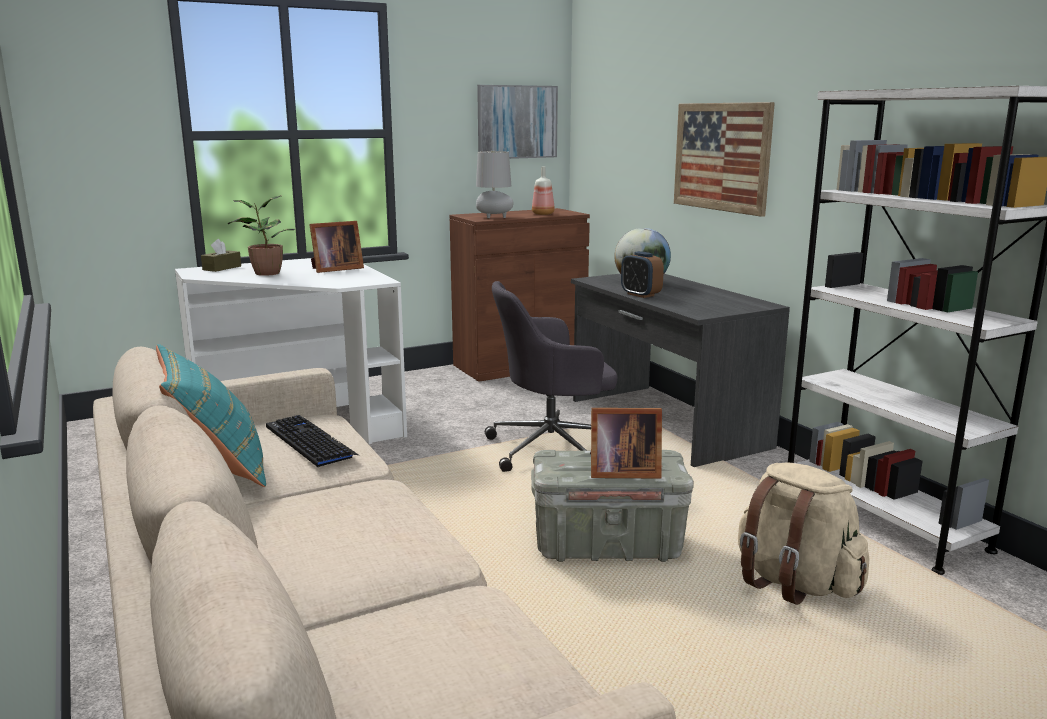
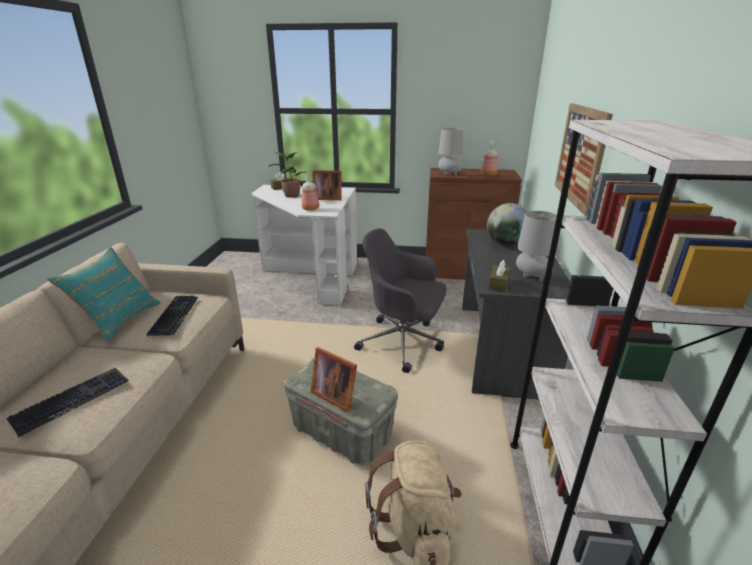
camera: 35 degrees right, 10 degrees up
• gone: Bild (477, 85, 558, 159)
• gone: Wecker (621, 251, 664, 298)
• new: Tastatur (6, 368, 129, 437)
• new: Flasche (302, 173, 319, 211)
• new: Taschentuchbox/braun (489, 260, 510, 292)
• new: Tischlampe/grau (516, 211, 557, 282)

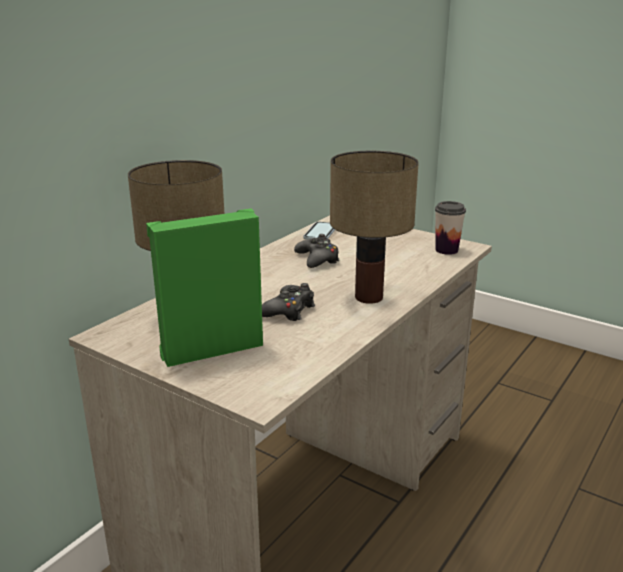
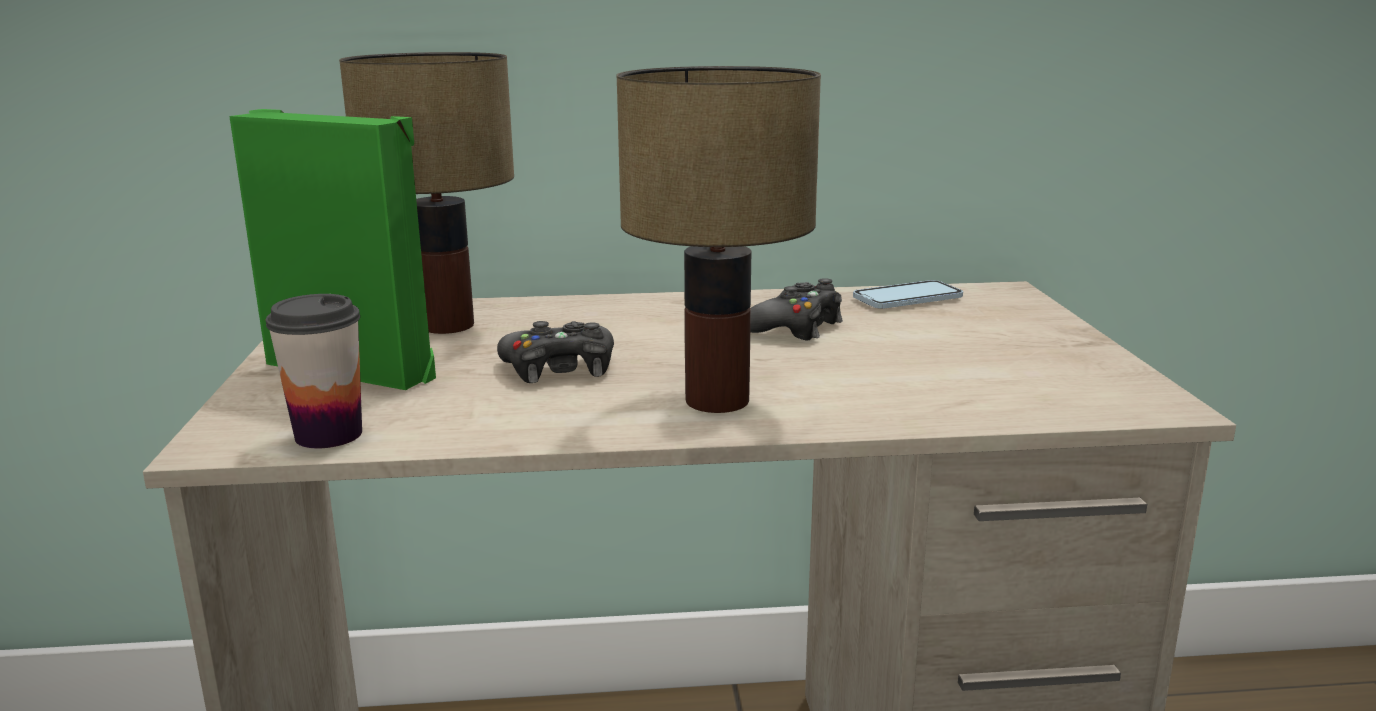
camera: 50 degrees right, 5 degrees down
• shifted: Tasse (435, 201, 466, 255) to (266, 294, 362, 448)

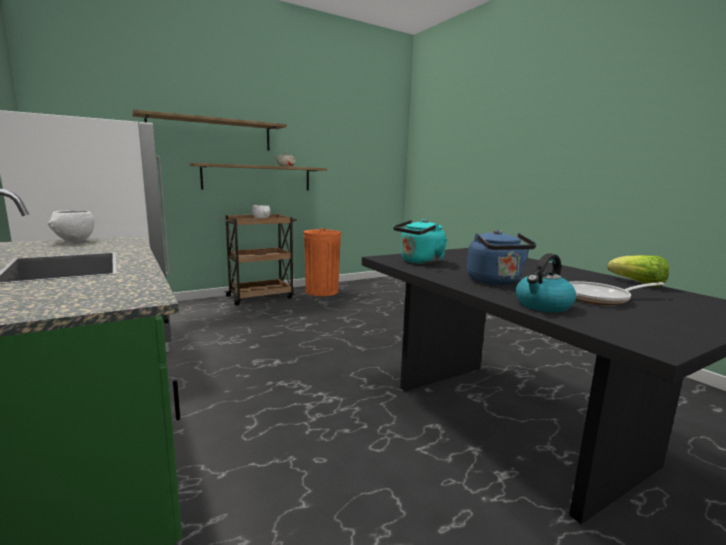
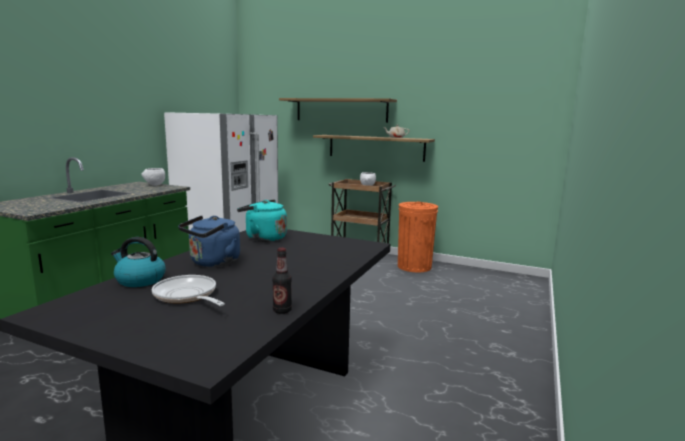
camera: 55 degrees right, 0 degrees up
• swapped: Salatkopf (607, 255, 669, 287) to Flasche (272, 248, 292, 314)

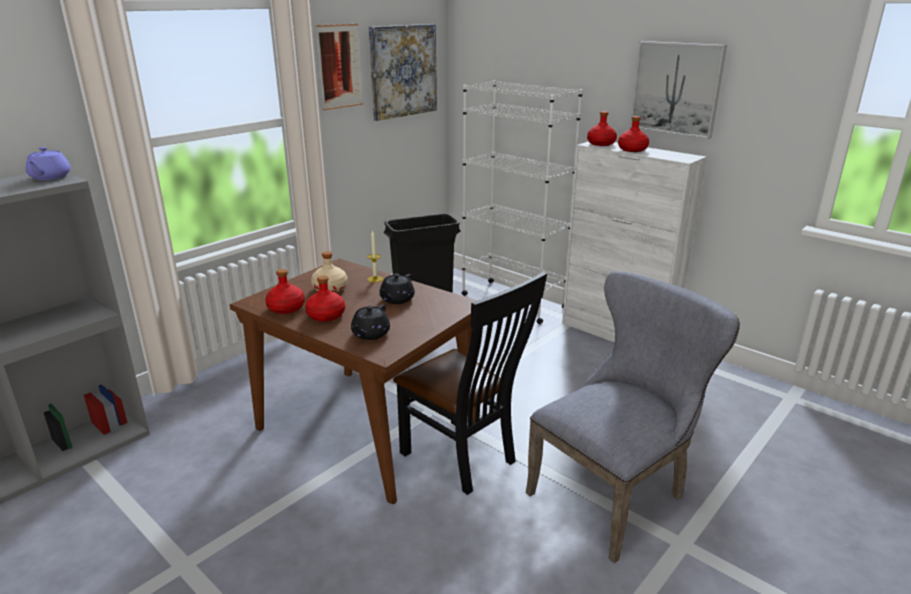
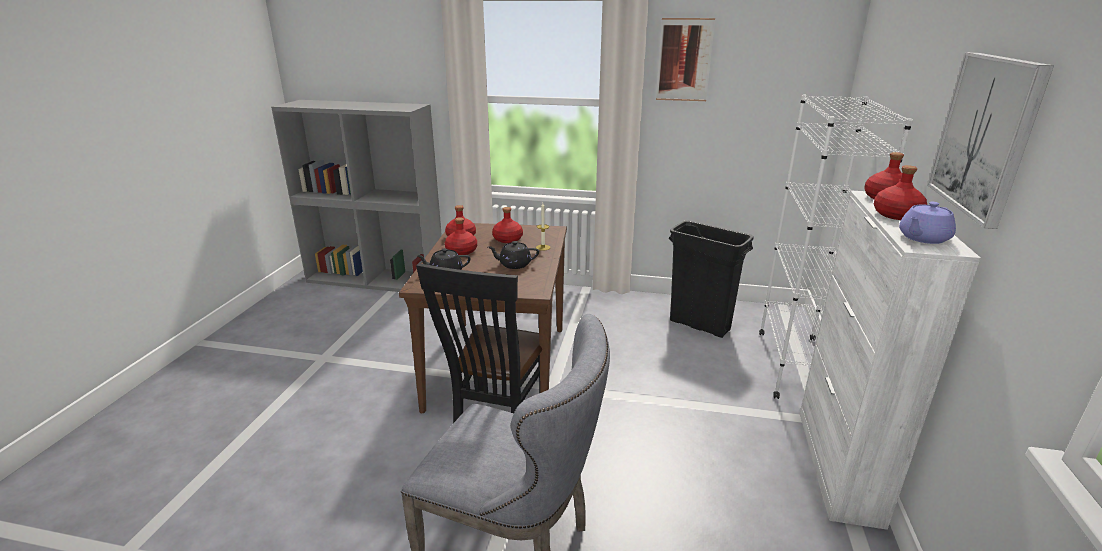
camera: 60 degrees right, 0 degrees up
• shifted: Teekanne/lila (26, 147, 71, 180) to (899, 202, 956, 244)
• repainted: Flasche/beige (311, 251, 348, 293) to Flasche/rot (492, 207, 523, 243)
• gone: Bild (369, 24, 437, 121)

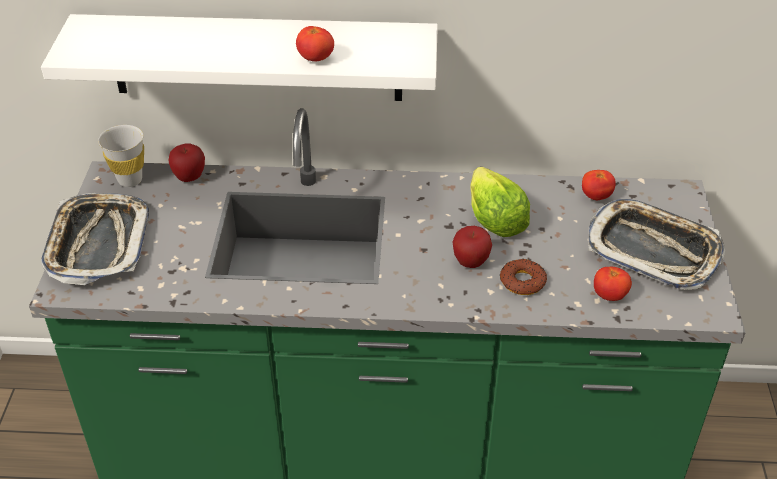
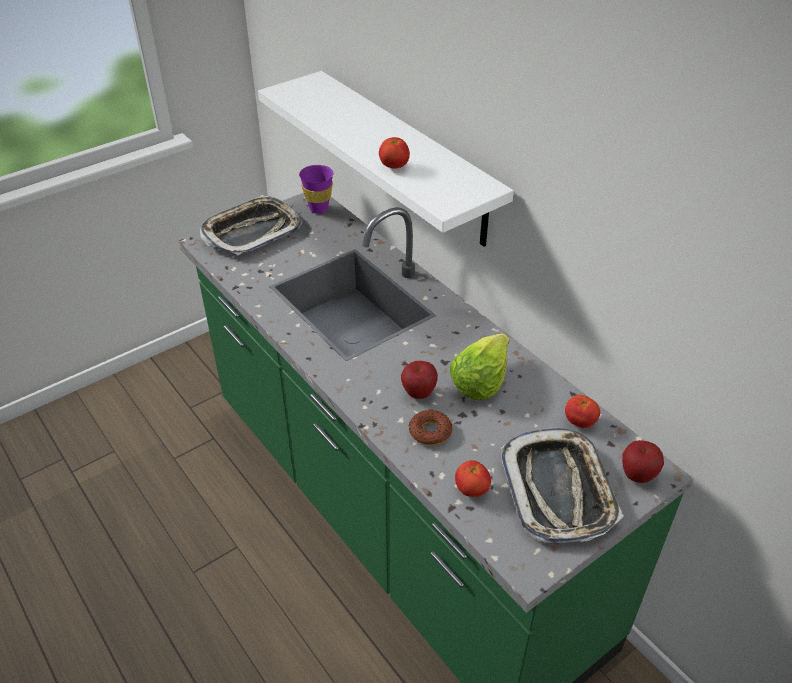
camera: 50 degrees right, 0 degrees up
• repainted: Tasse/weiß (98, 125, 144, 187) to Tasse/lila (299, 165, 333, 214)
• shifted: Apfel (168, 144, 205, 182) to (622, 440, 664, 483)

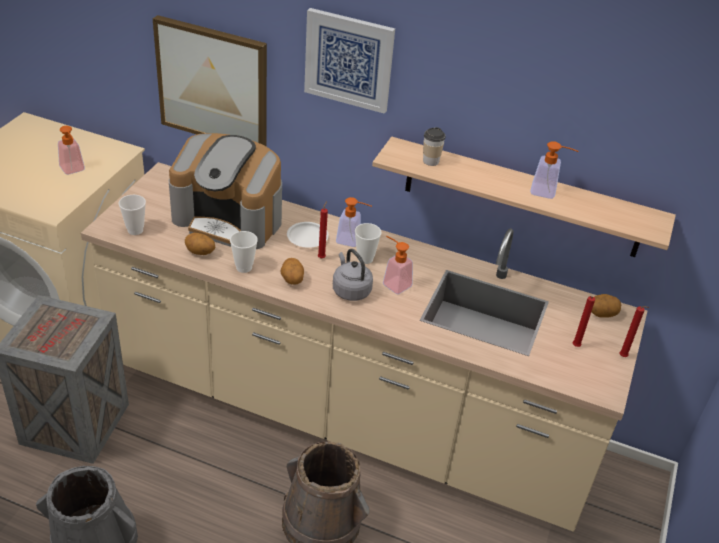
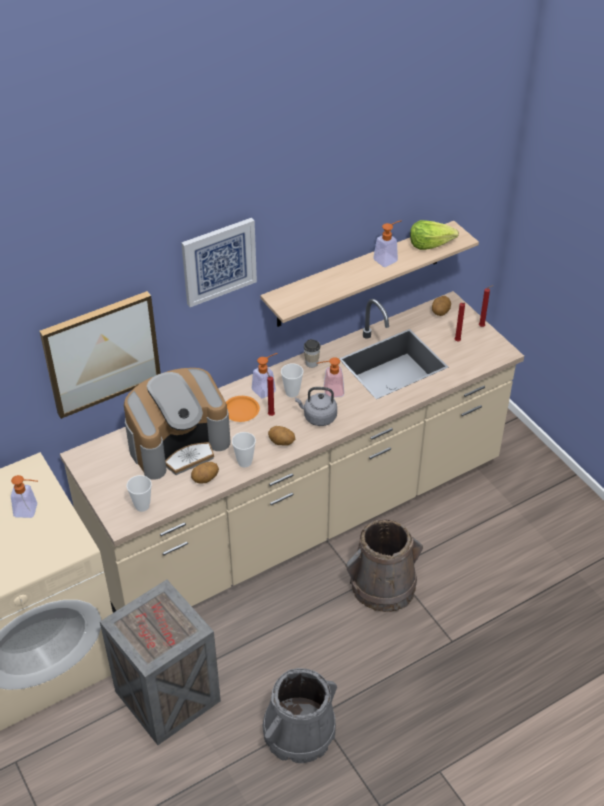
camera: 50 degrees left, 5 degrees up
• repainted: Teller/weiß (287, 222, 329, 248) to Teller/orange (226, 396, 260, 422)
• shifted: Tasse (423, 127, 446, 166) to (304, 339, 320, 368)
• new: Salatkopf (410, 220, 459, 250)

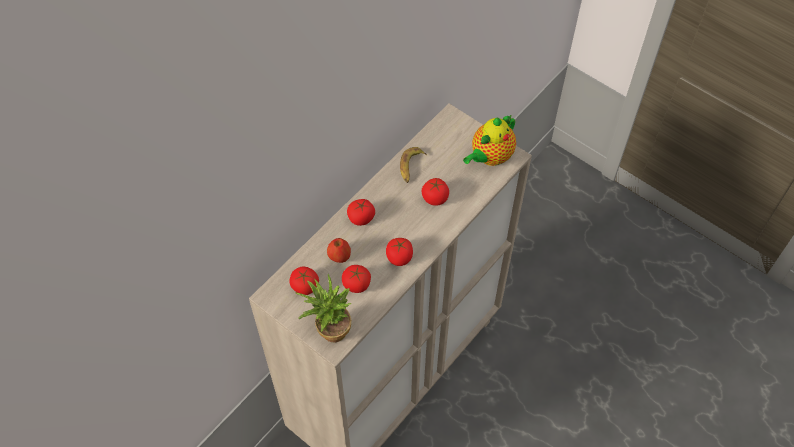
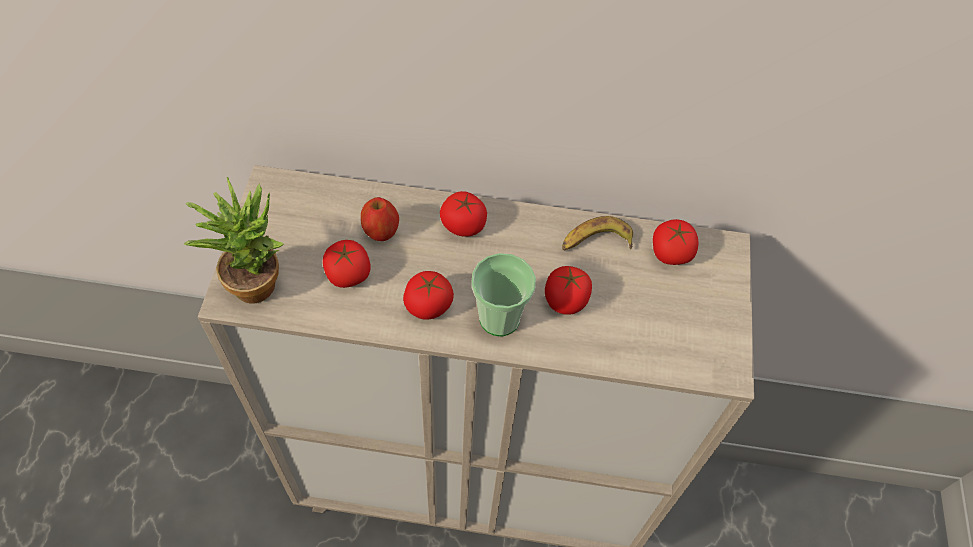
camera: 55 degrees right, 0 degrees up
• shifted: Tomate (289, 266, 319, 295) to (653, 219, 699, 265)
• gone: Teekanne (463, 114, 516, 166)
• new: Tasse (471, 253, 536, 337)

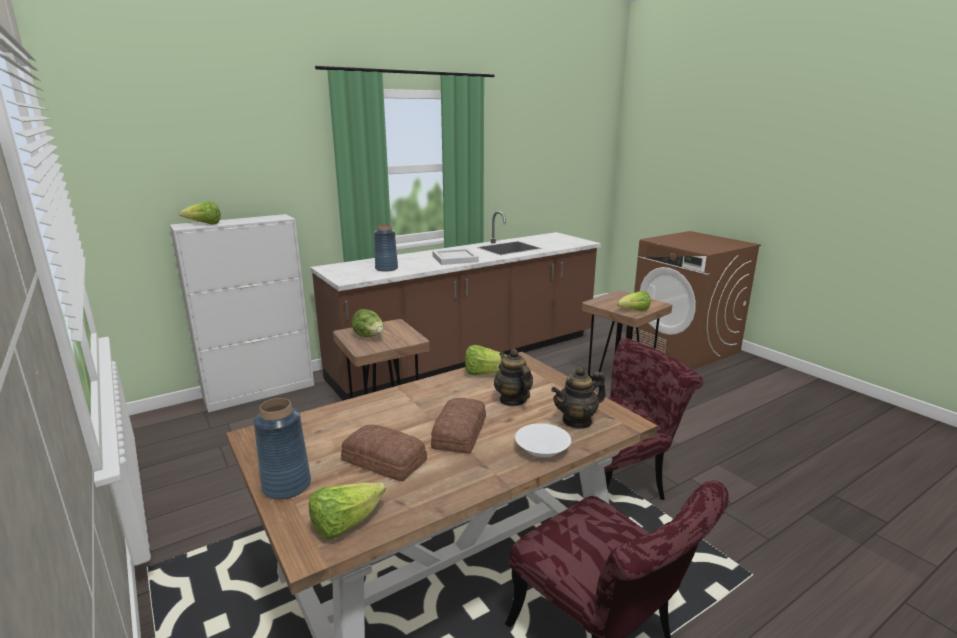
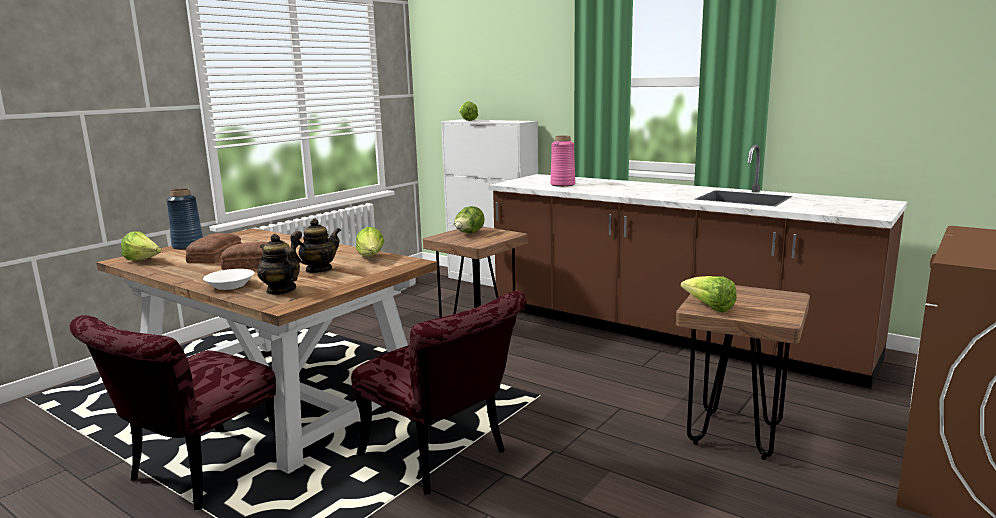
camera: 70 degrees right, 5 degrees down
• repainted: Vase/blau (374, 224, 398, 272) to Vase/rosa (550, 136, 575, 187)
• gone: Tablett/weiß (433, 248, 479, 265)

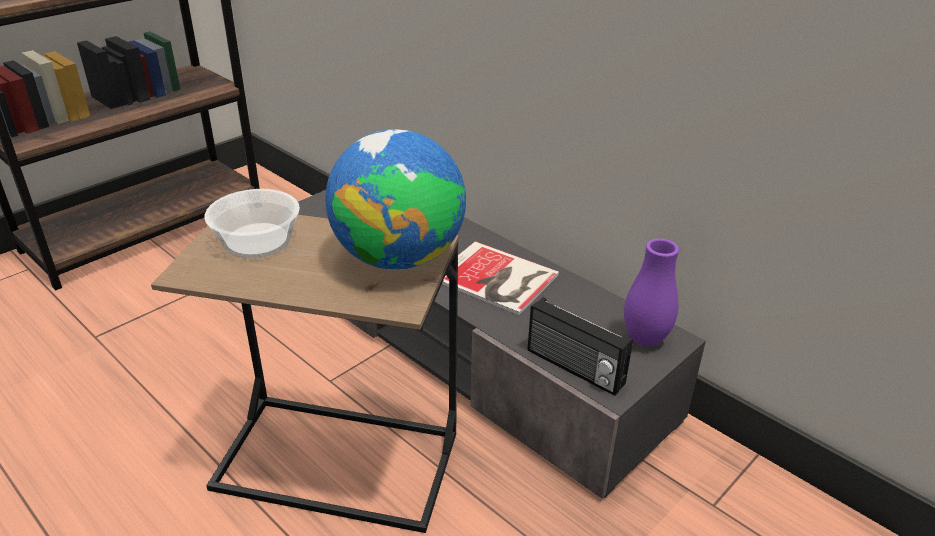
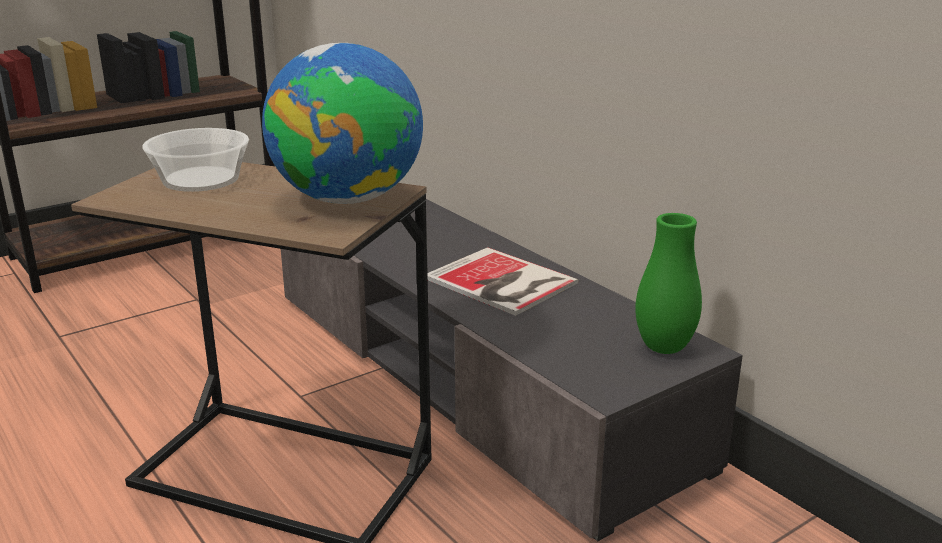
camera: 10 degrees right, 10 degrees down
• gone: Radio (528, 297, 633, 396)
• repainted: Vase/lila (624, 238, 679, 346) to Vase/grün (635, 213, 702, 354)

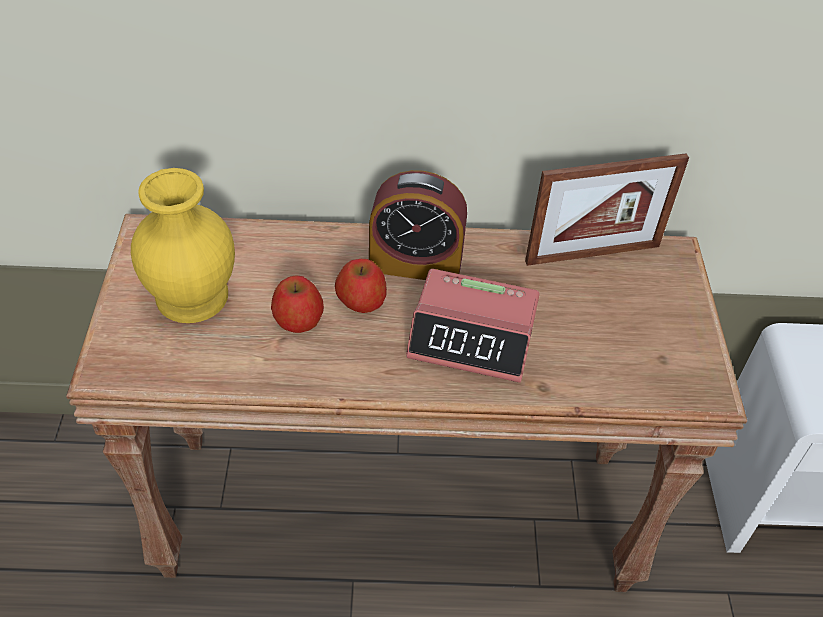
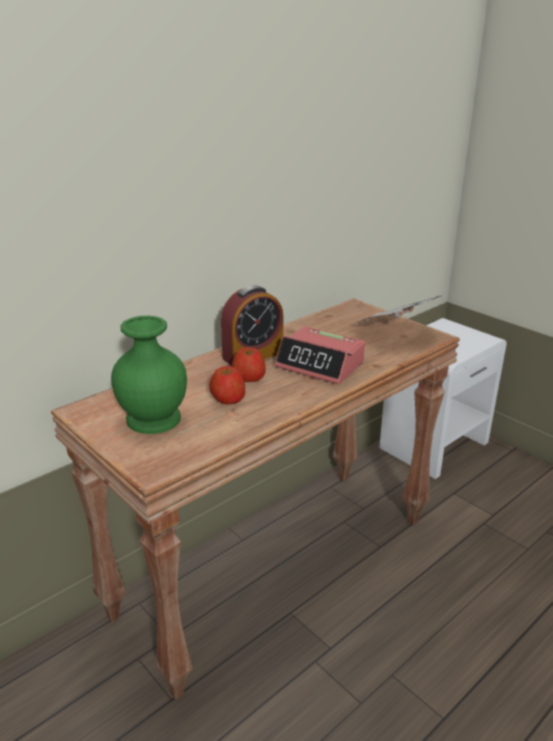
camera: 40 degrees left, 20 degrees down
• repainted: Vase/gelb (131, 168, 235, 323) to Vase/grün (111, 316, 187, 434)
• rotated: Wecker (406, 269, 540, 383) = (275, 326, 365, 384) 60 degrees clockwise
• gone: Bilderrahmen (525, 153, 689, 266)
• new: Zeitung (356, 296, 441, 323)

